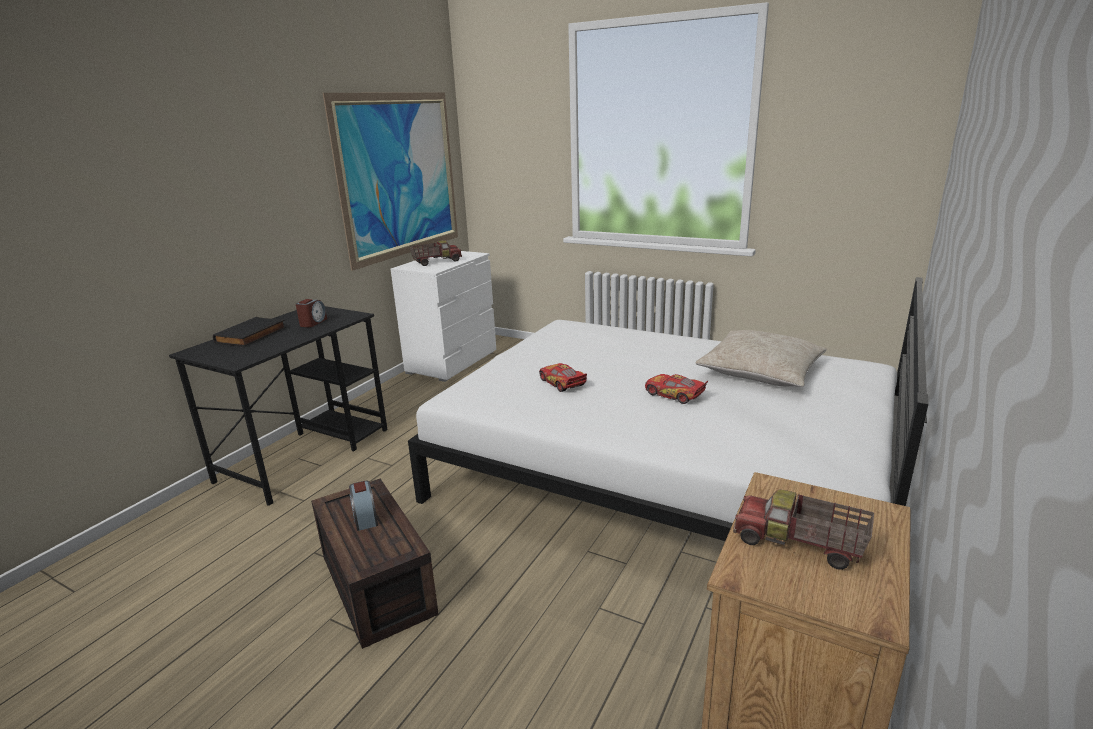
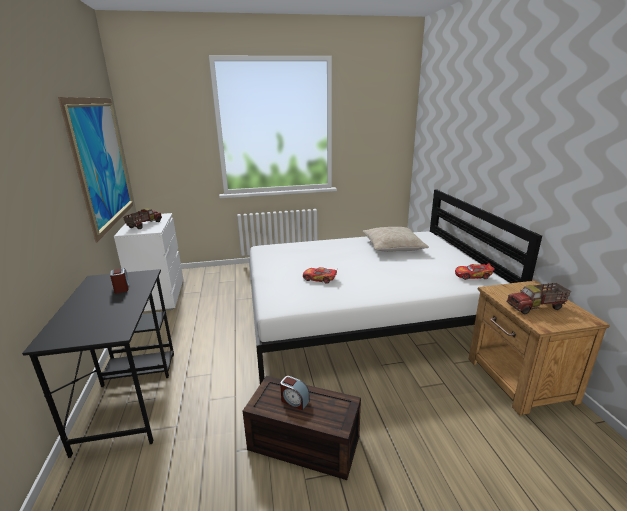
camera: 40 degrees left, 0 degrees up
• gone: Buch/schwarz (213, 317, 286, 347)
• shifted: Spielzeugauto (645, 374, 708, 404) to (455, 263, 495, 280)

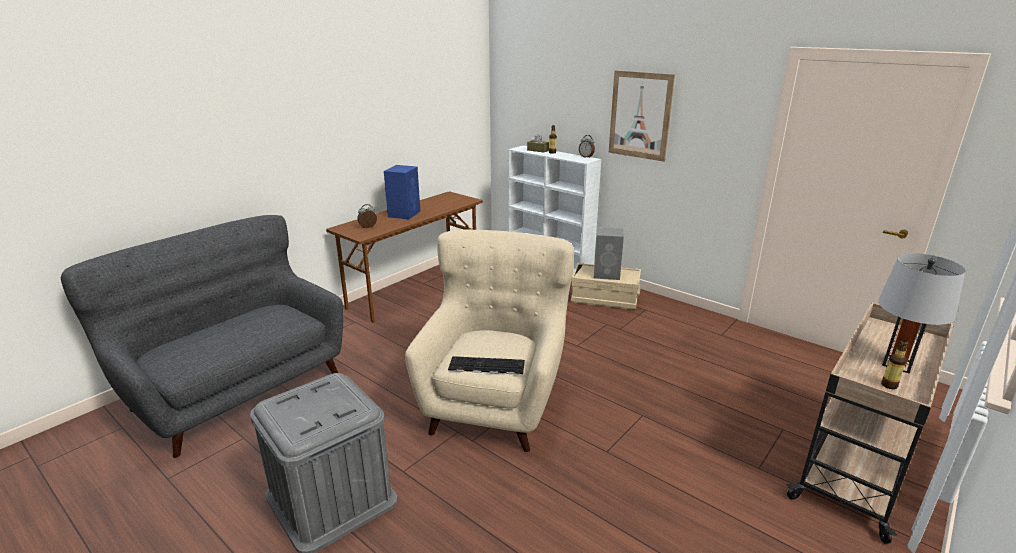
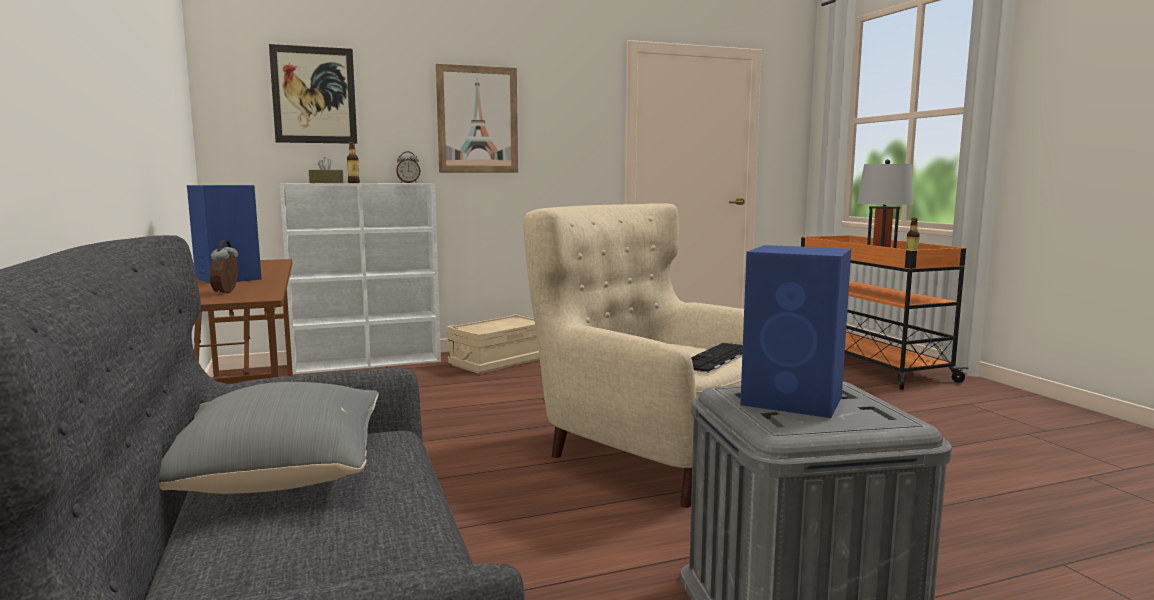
camera: 60 degrees left, 15 degrees down
• gone: Lautsprecher/grau (594, 227, 624, 280)
• repainted: Rollwagen/beige (787, 303, 954, 544) to Rollwagen/orange (801, 235, 968, 390)
• new: Kissen/grau (158, 382, 379, 494)
• new: Bild (269, 44, 357, 144)
• new: Lautsprecher/blau (740, 245, 851, 418)

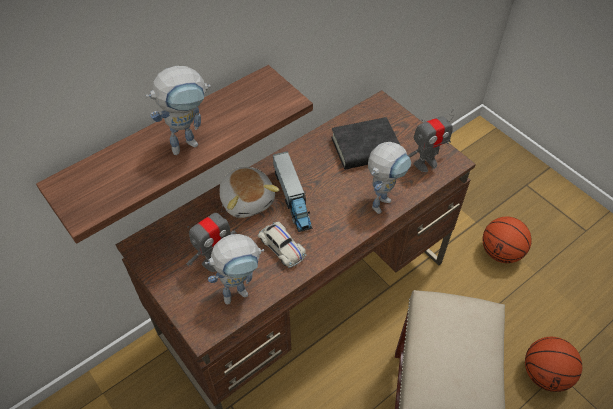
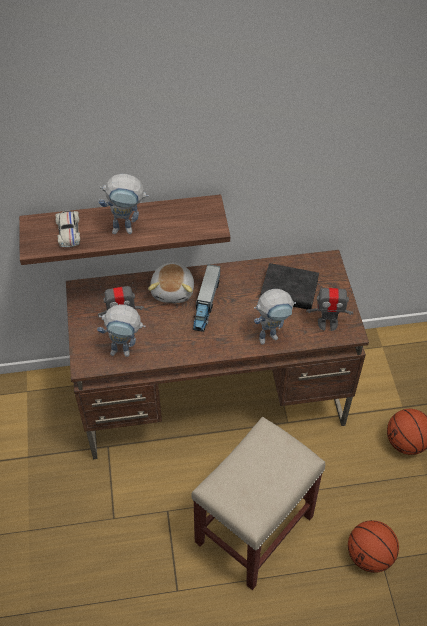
camera: 30 degrees right, 0 degrees up
• shifted: Spielzeugauto/weiß (258, 221, 307, 268) to (55, 211, 80, 247)

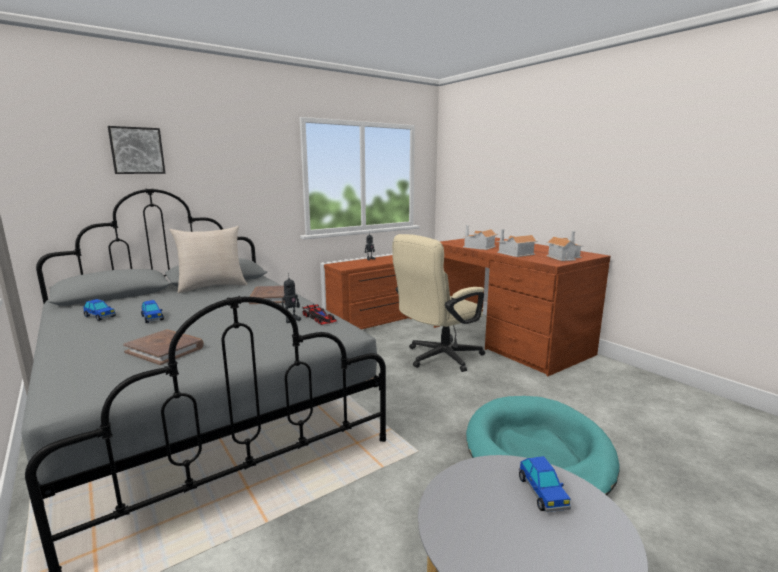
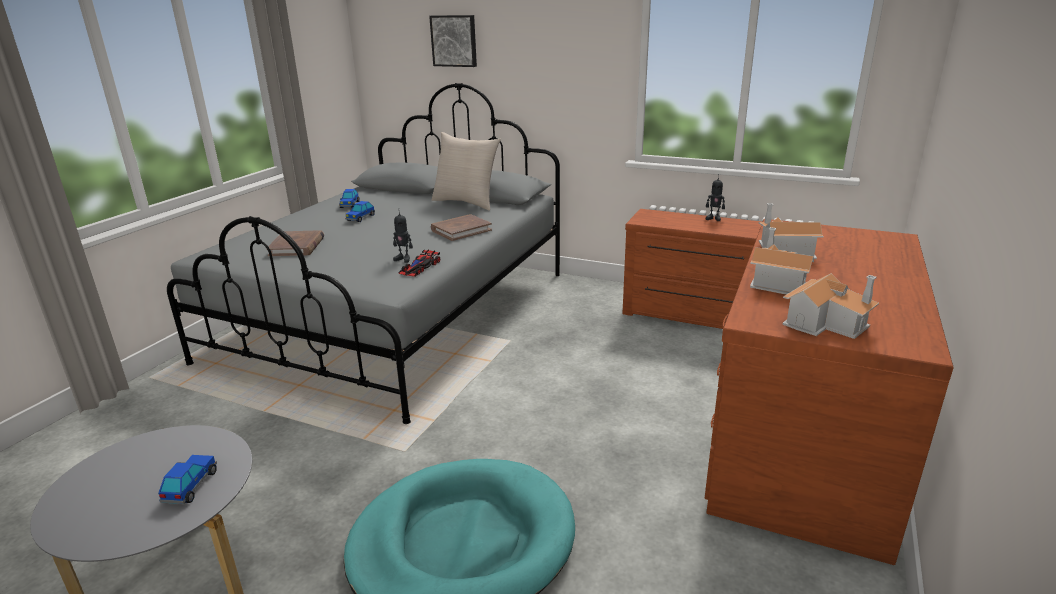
camera: 60 degrees right, 10 degrees up
• gone: Bürostuhl/beige (392, 234, 485, 372)
• rotated: Spielzeugauto (519, 456, 571, 512) = (158, 455, 217, 504) 135 degrees clockwise

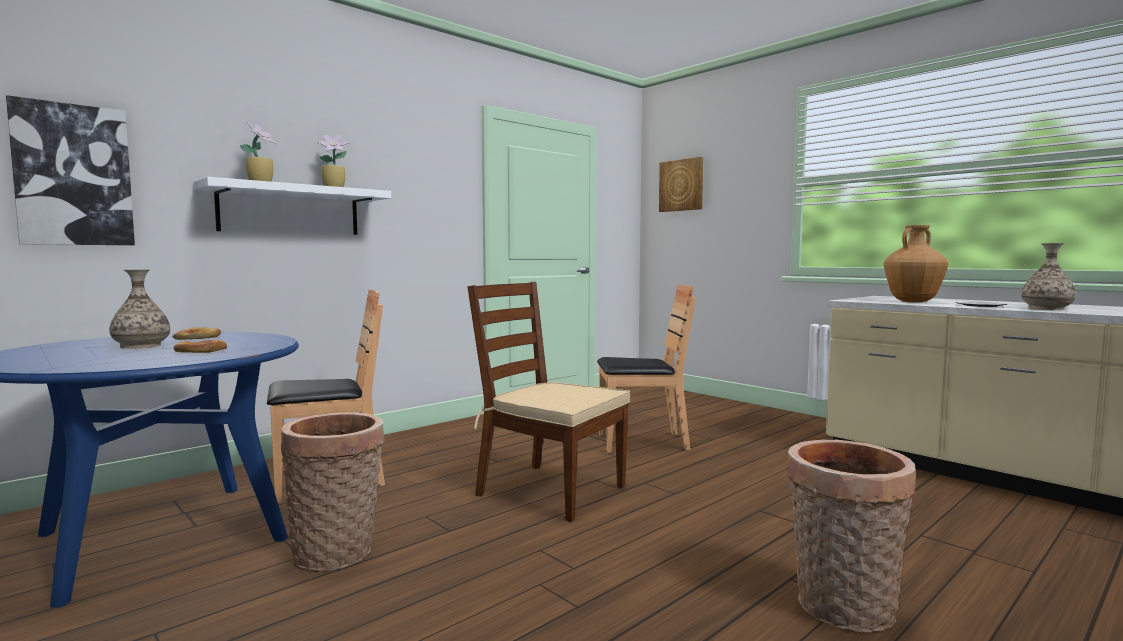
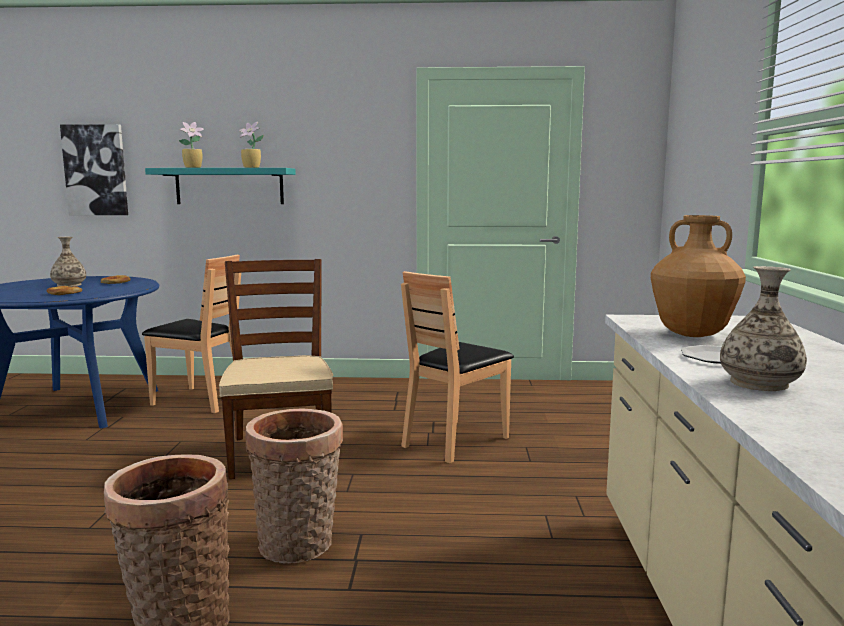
camera: 45 degrees right, 5 degrees up
• repainted: Wandregal/weiß (193, 177, 391, 235) to Wandregal/türkis (145, 168, 296, 204)
• shifted: Korb (281, 412, 384, 572) to (246, 408, 343, 564)
• rotated: Stuhl/braun (597, 284, 696, 454) = (401, 271, 514, 463) 90 degrees clockwise
• gone: Bild (659, 157, 703, 212)

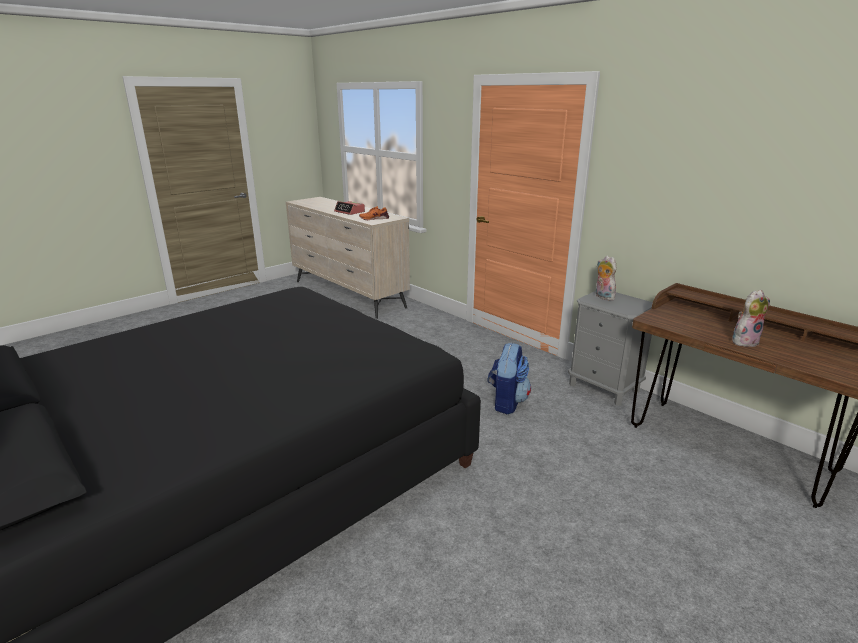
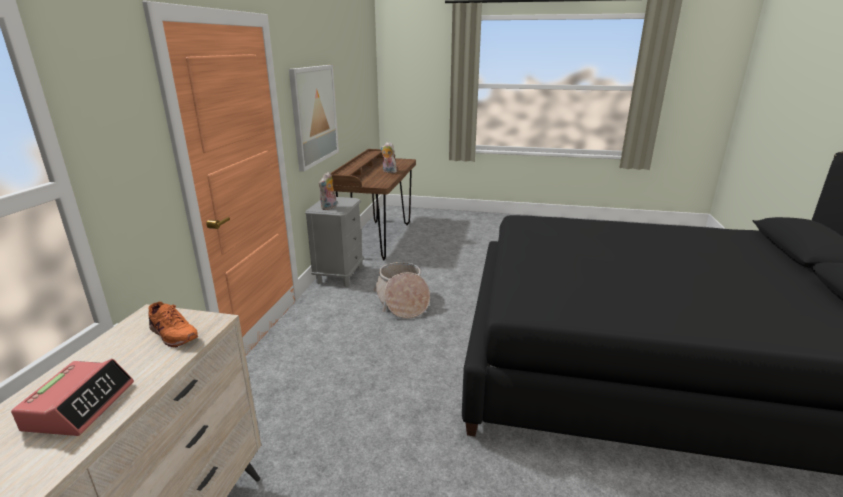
camera: 125 degrees left, 0 degrees up
• swapped: Rucksack (487, 342, 531, 414) to Korb (374, 262, 430, 319)
• new: Bild (289, 65, 339, 172)

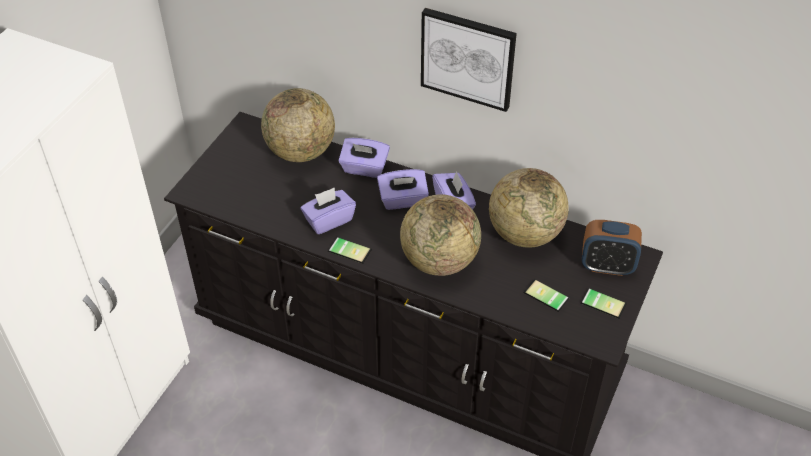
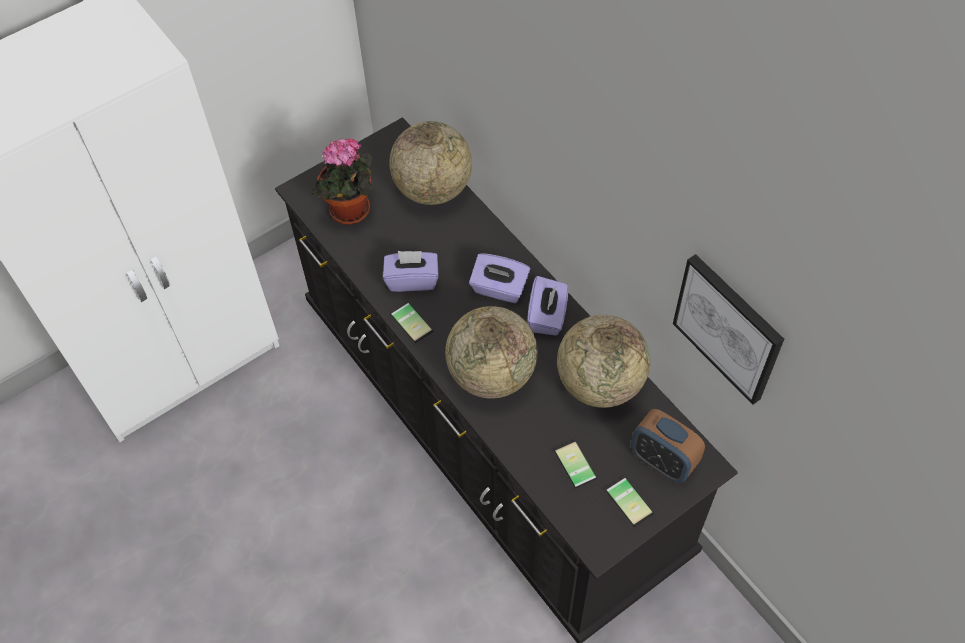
camera: 30 degrees right, 10 degrees up
• gone: Taschentuchbox/lila (339, 138, 390, 178)
• shifted: Bild (421, 8, 517, 112) to (673, 254, 784, 405)
• new: Topfpflanze (311, 139, 373, 225)

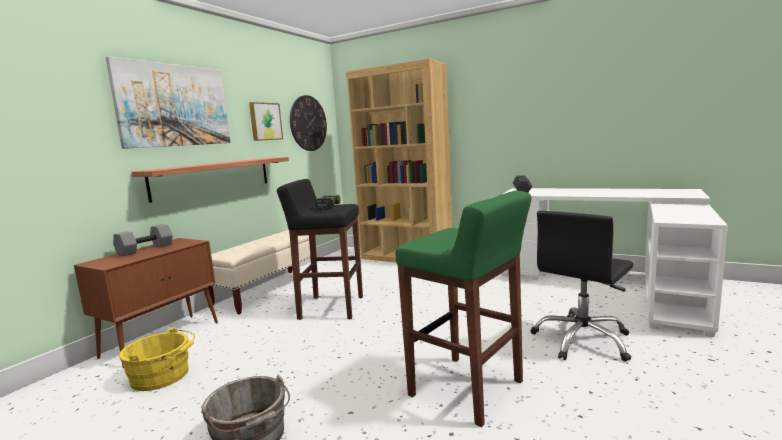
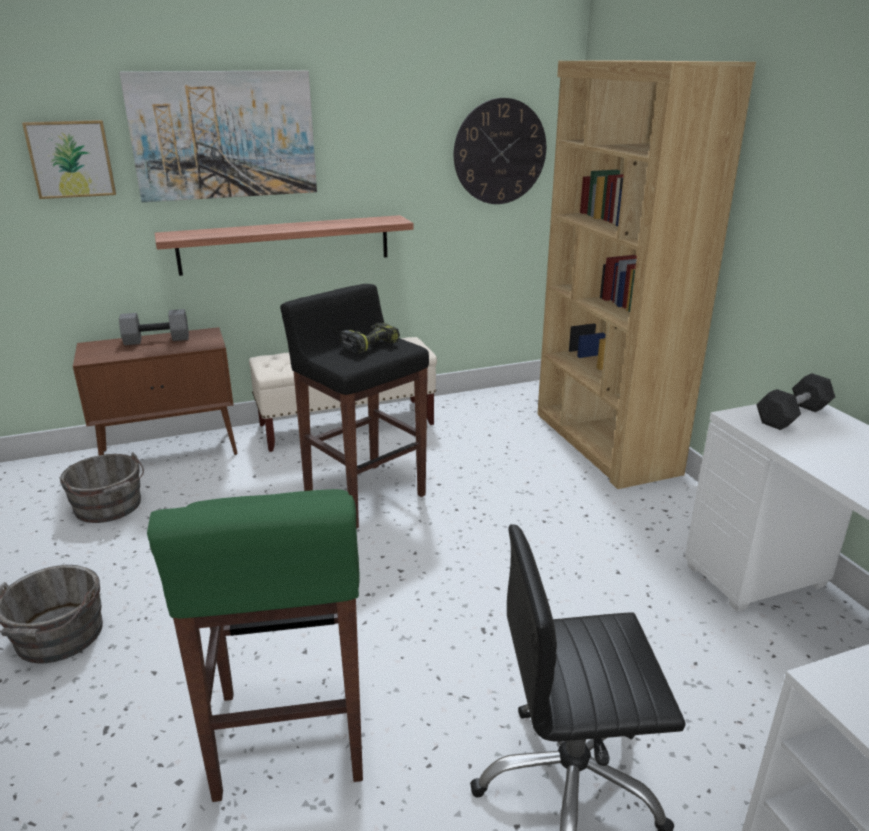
camera: 40 degrees right, 15 degrees up
• repainted: Eimer/gelb (119, 328, 195, 391) to Eimer/grau (59, 452, 144, 523)
• shifted: Bild (249, 102, 283, 141) to (22, 120, 116, 199)

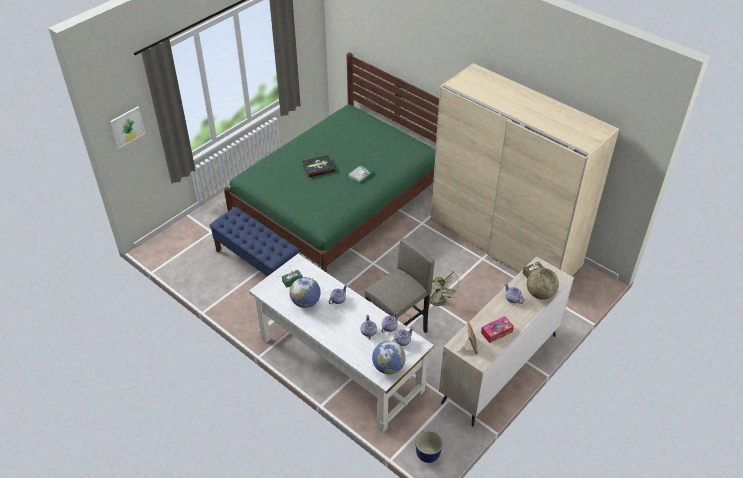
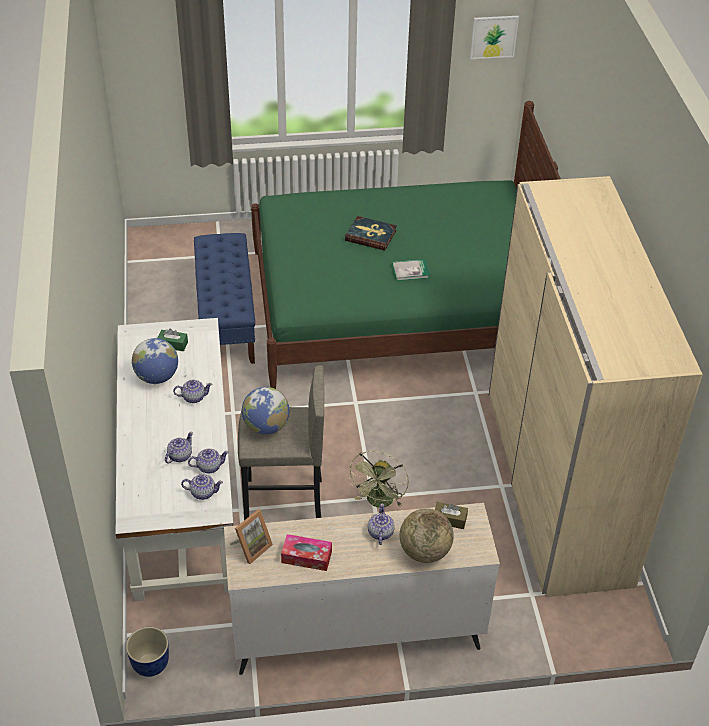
camera: 40 degrees right, 0 degrees up
• shifted: Bild (110, 106, 146, 149) to (470, 16, 519, 59)
• shifted: Globus (372, 341, 406, 375) to (242, 387, 289, 435)

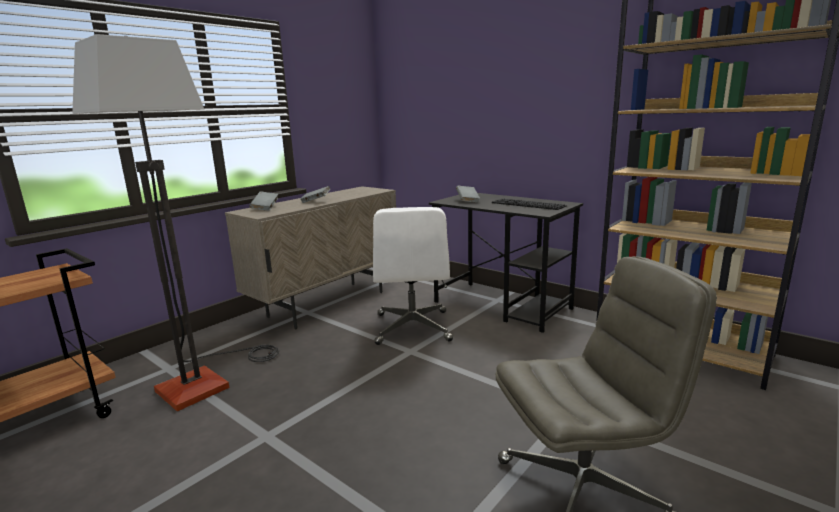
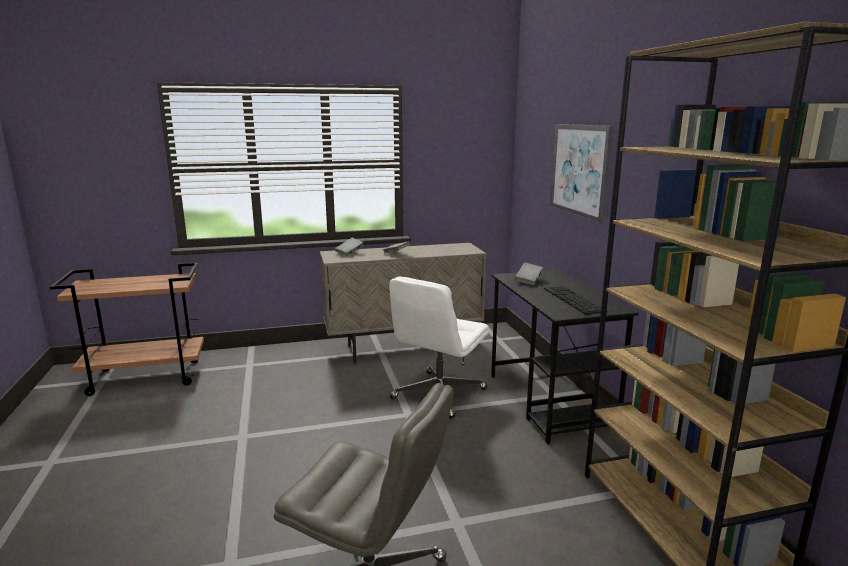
camera: 35 degrees right, 0 degrees up
• gone: Stehlampe (72, 34, 279, 411)
• new: Bild (550, 124, 613, 223)

